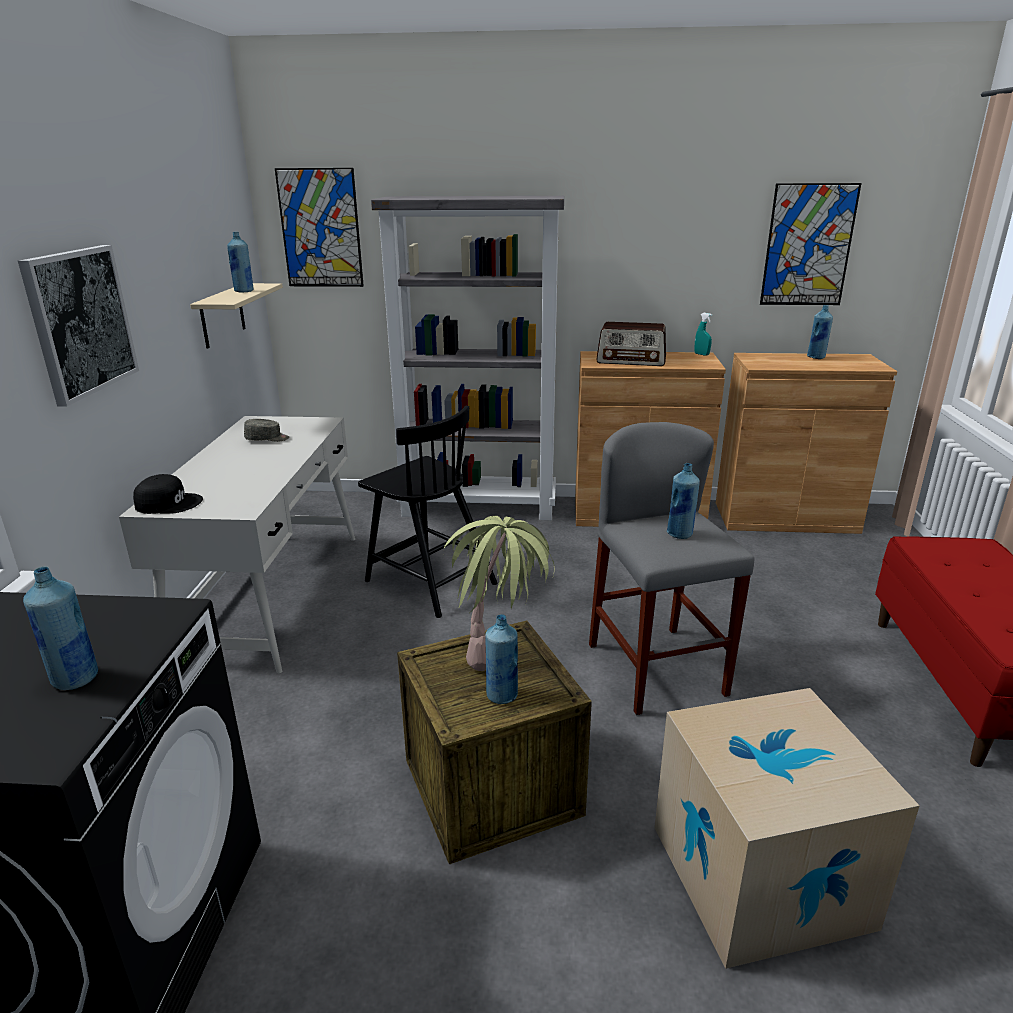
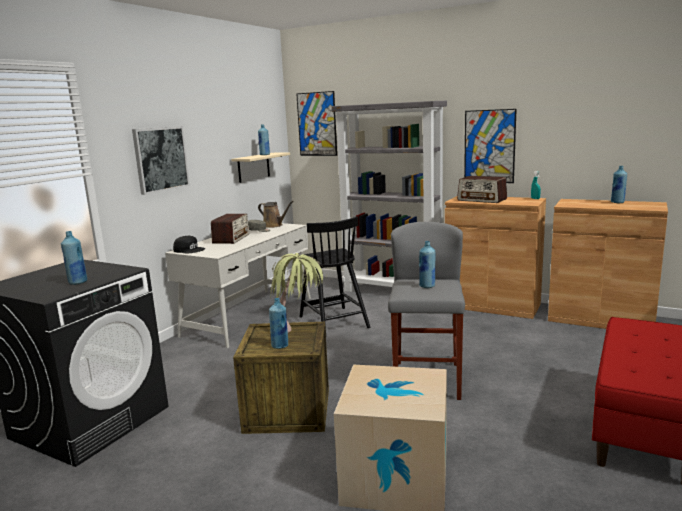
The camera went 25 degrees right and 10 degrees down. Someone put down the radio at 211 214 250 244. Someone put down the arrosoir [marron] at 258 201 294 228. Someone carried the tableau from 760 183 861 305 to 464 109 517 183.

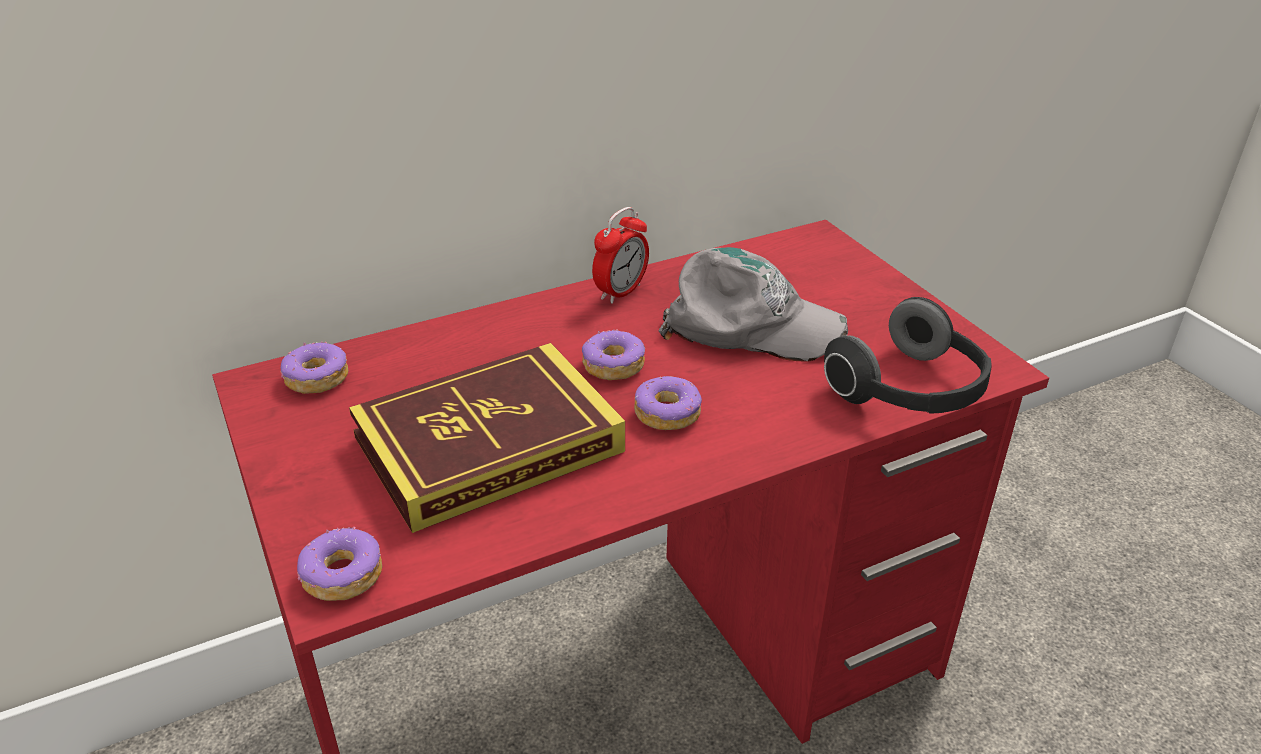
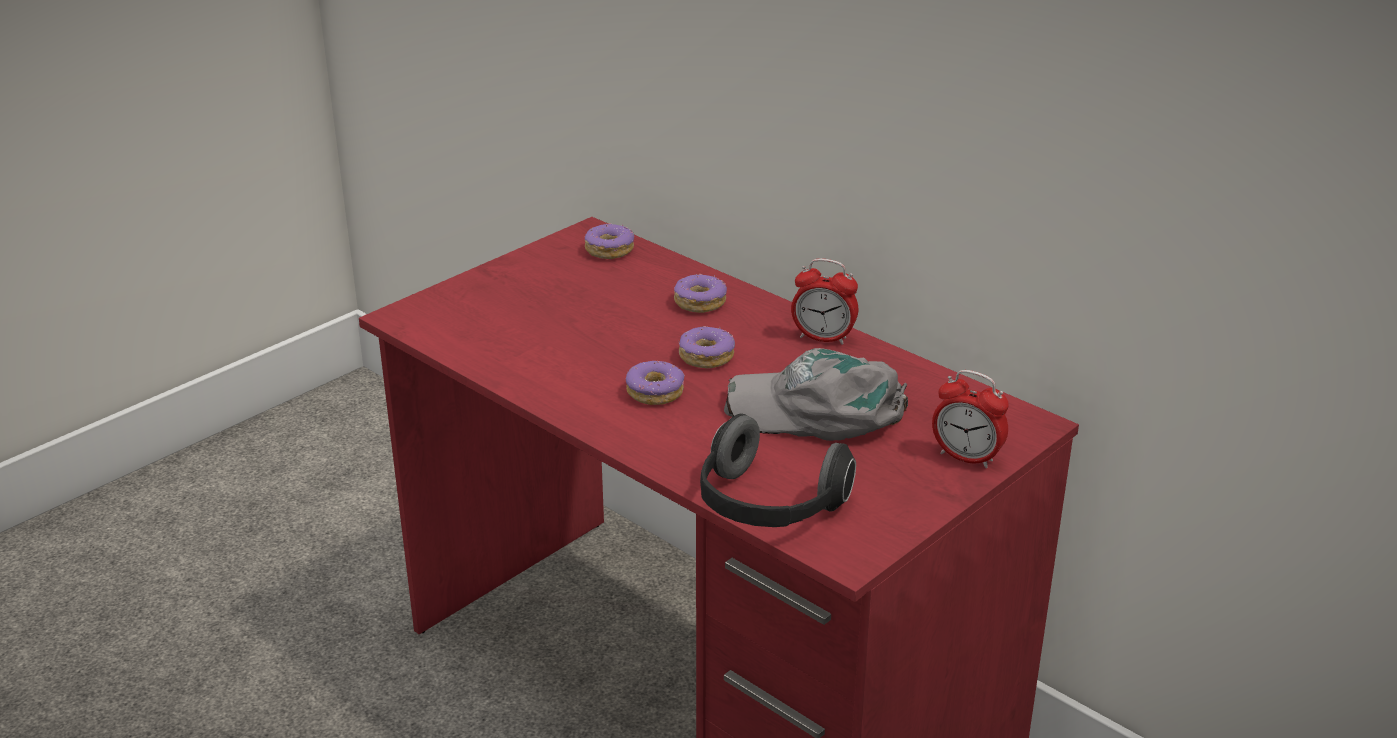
The camera went 70 degrees right and 5 degrees down. Someone carried the beignet from 297 527 382 601 to 674 274 727 313. Someone rotated the casquette [gris] at 659 247 848 362 by 105 degrees clockwise. Someone put down the réveil at 932 370 1009 468. Someone took away the livre at 349 343 625 533.

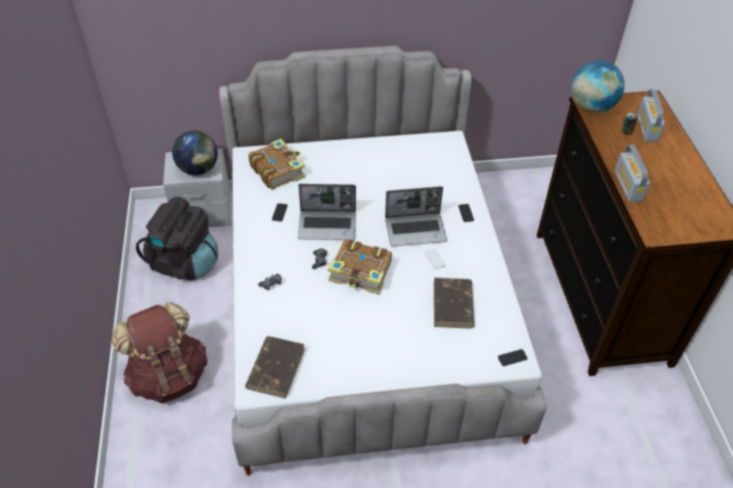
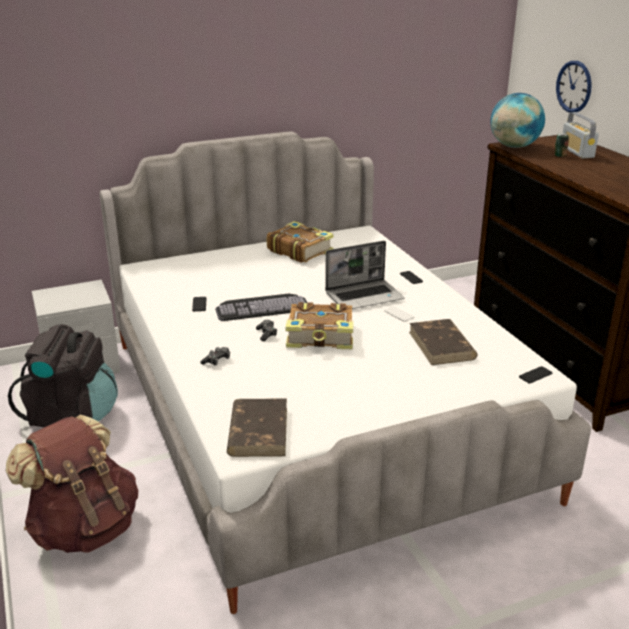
The camera went 15 degrees left and 20 degrees down. Someone swapped the ordinateur portable at 298 184 356 240 for the clavier at 215 294 308 321. Someone carried the livre from 248 139 305 190 to 267 221 334 263. Someone put up the horloge murale at 556 61 592 113. Someone took away the globe at 172 131 218 175. Someone took away the radio at 615 145 650 202.

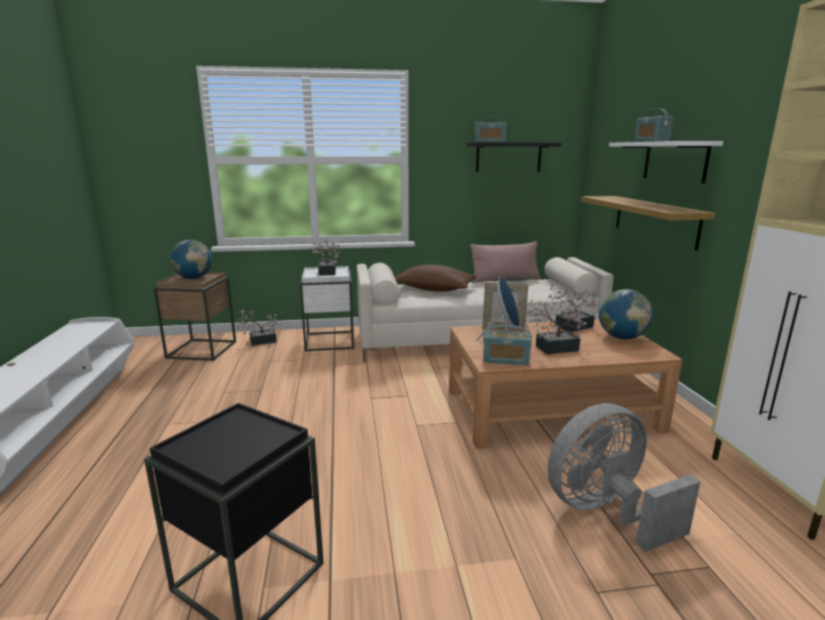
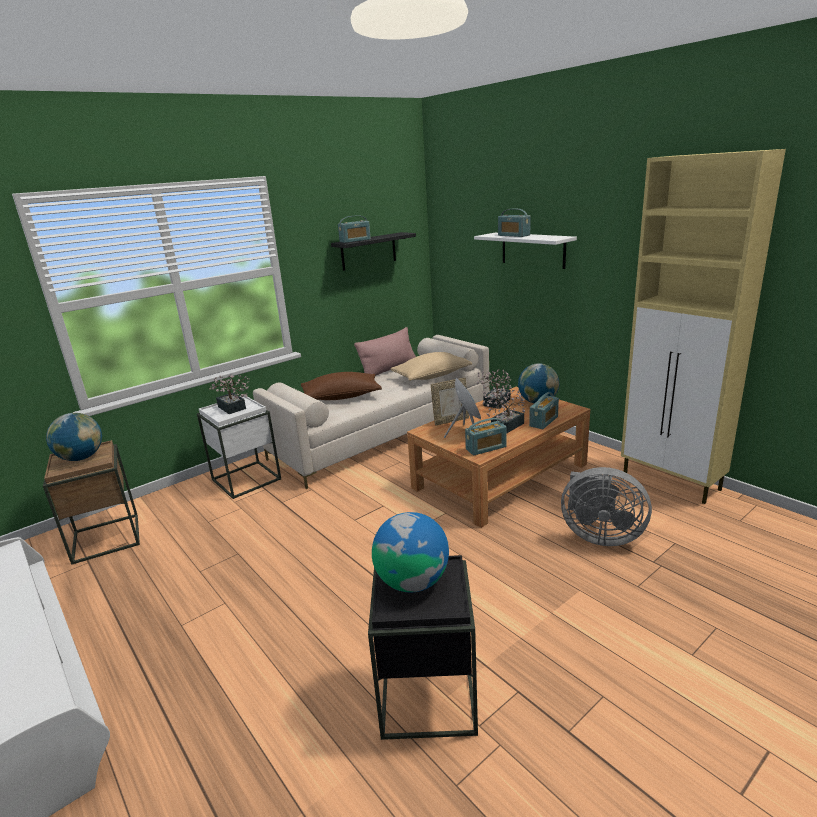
The camera went 30 degrees left and 5 degrees up. Someone put down the globe at 372 512 449 592. Someone put down the coussin [beige] at 391 352 472 381. Someone put down the radio at 529 392 559 429. Someone rotated the ventilateur [gris] at 547 403 701 552 by 105 degrees counterclockwise. Someone took away the plante en pot at 237 309 282 346. Someone took away the étagère at 581 196 715 251.

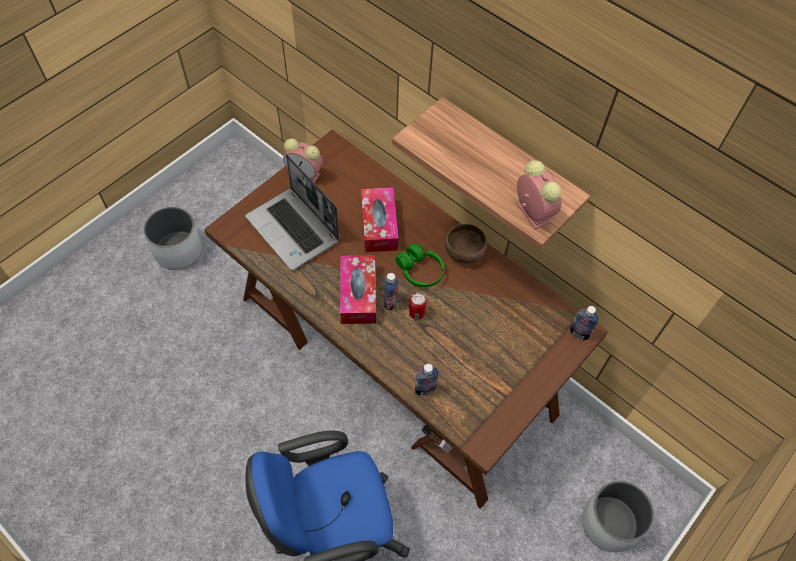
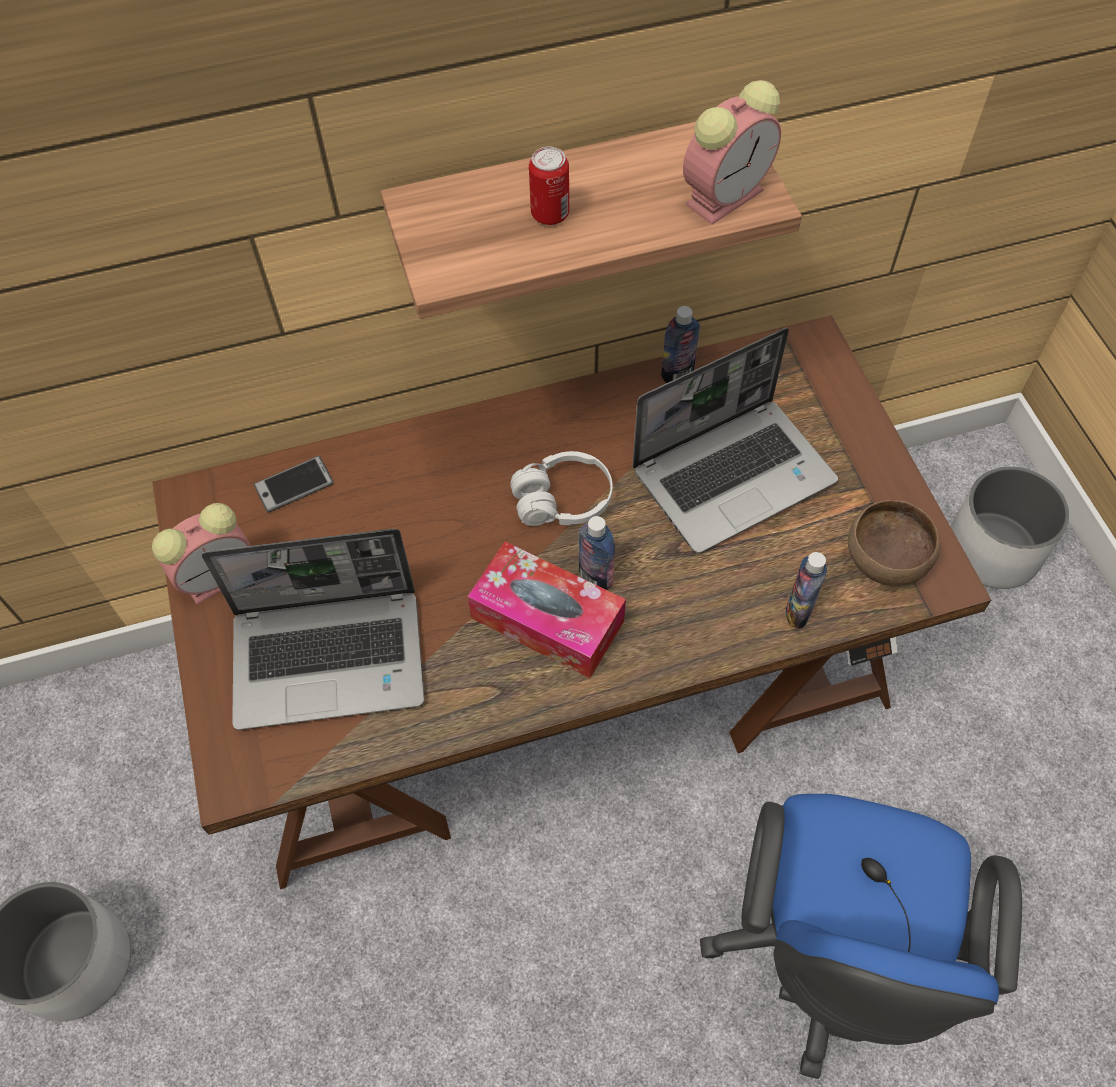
The camera went 55 degrees left and 0 degrees up. Someone put down the téléphone at 253 456 334 513. Someone repainted the casque audio [vert] at 395 243 444 287, which became the casque audio [blanc] at 510 451 612 526. Someone carried the boîte métallique from 409 293 427 320 to 529 147 569 225. Someone put down the ordinateur portable at 632 328 838 553. Someone carried the bouteille from 570 306 598 340 to 661 306 700 383. Someone rotated the réveil at 516 160 562 230 by 135 degrees clockwise. Someone carried the bol [marron] from 445 224 487 263 to 848 500 941 586. Someone took away the boîte à mouchoirs at 361 187 398 252.

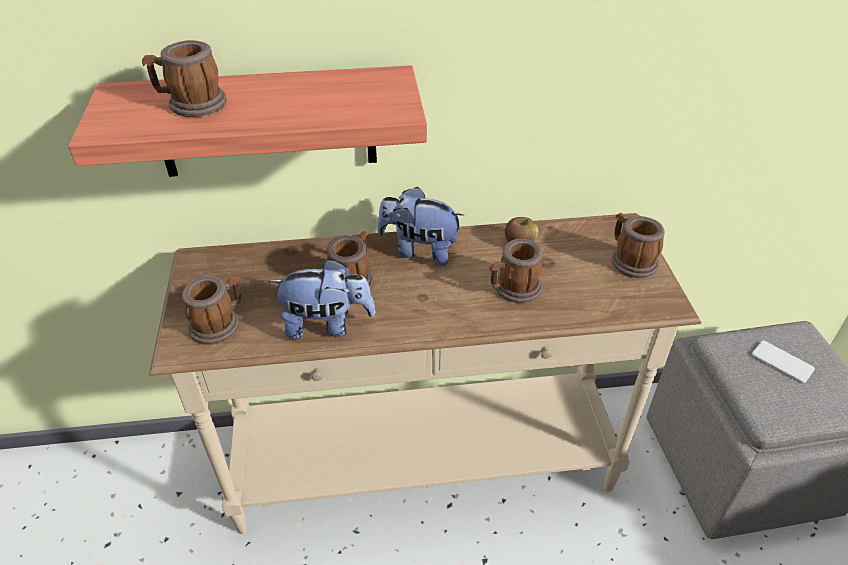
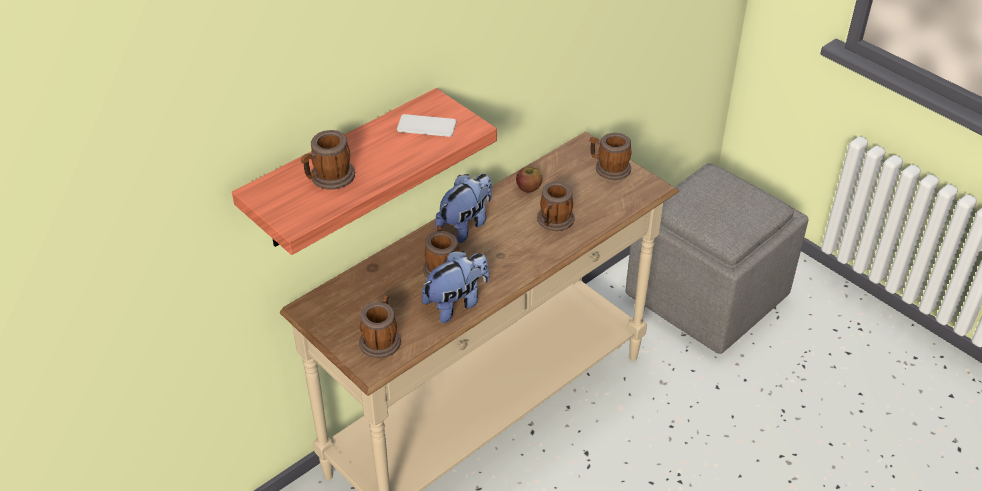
The camera went 35 degrees left and 0 degrees up. Someone carried the téléphone from 752 341 815 383 to 397 114 456 137. Someone rotated the peluche at 377 187 465 266 by 150 degrees clockwise.

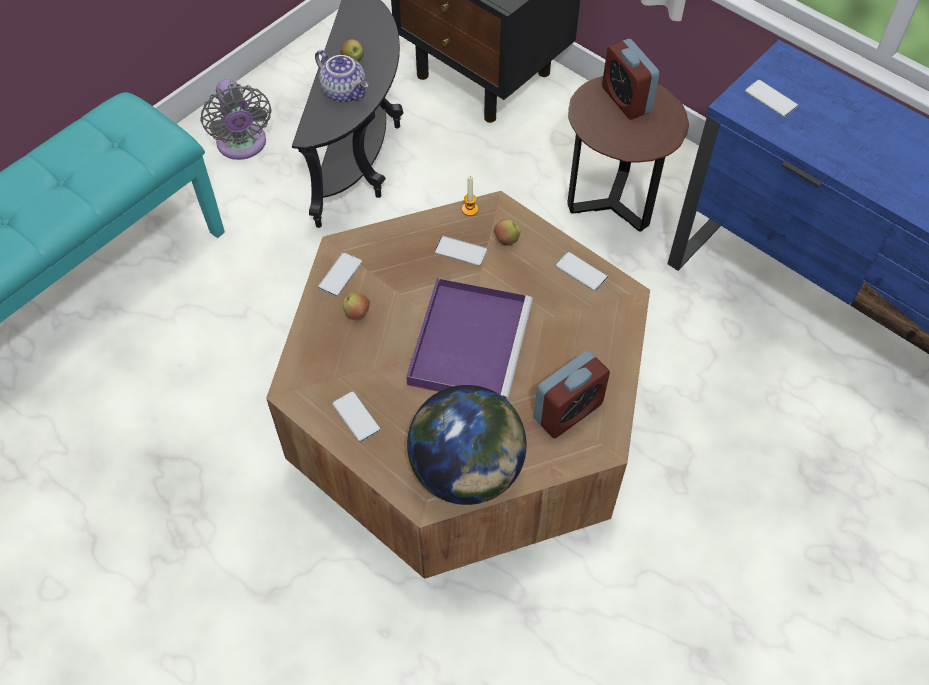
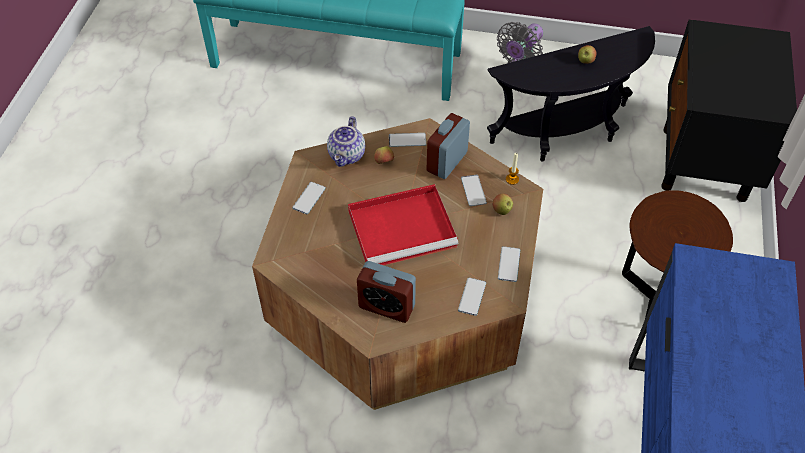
The camera went 60 degrees right and 5 degrees down. Someone carried the théière from 315 50 369 103 to 327 116 365 167. Someone repainted the plateau [violet] at 406 278 533 400, which became the plateau [rouge] at 348 184 458 265. Someone carried the réveil from 602 39 659 120 to 426 113 470 179. Someone carried the téléphone from 745 80 799 117 to 458 278 486 316. Someone took away the globe at 407 385 527 505.

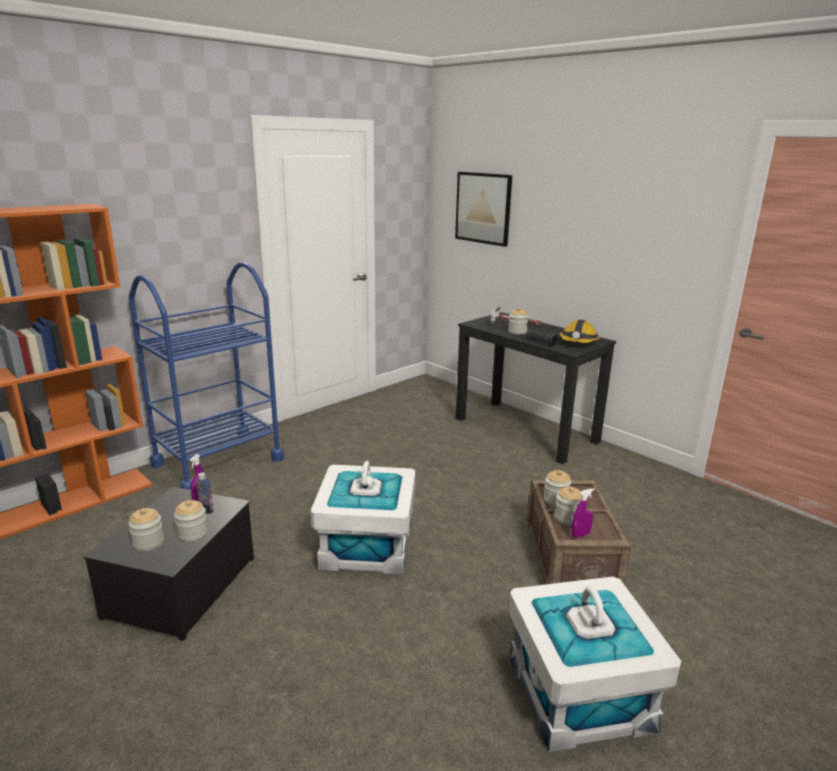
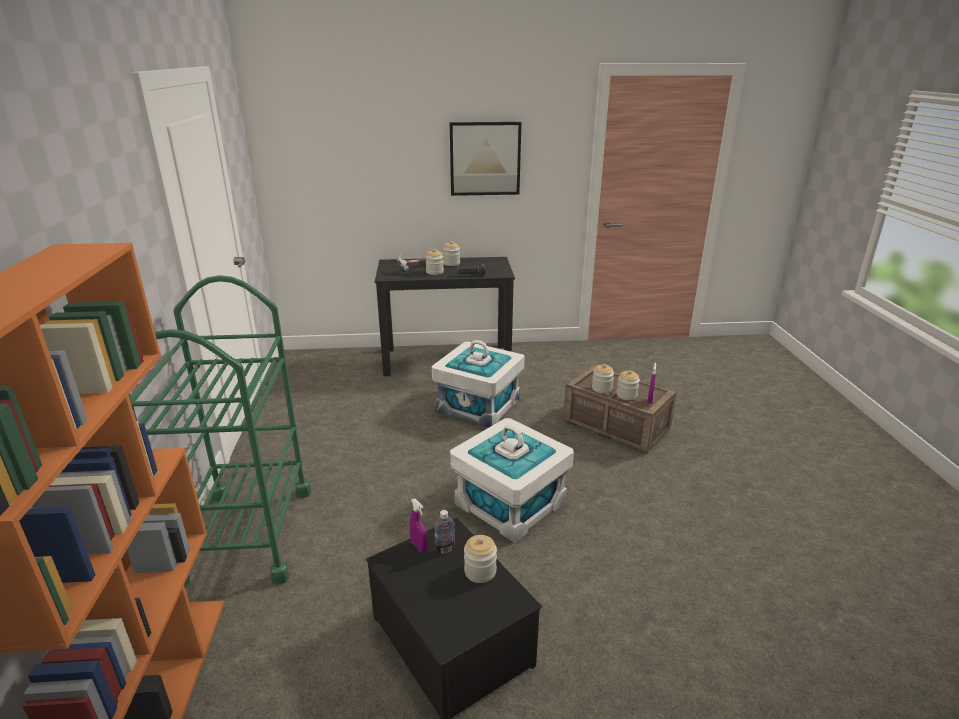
The camera went 50 degrees left and 5 degrees up. Someone repainted the chariot [bleu] at 129 262 284 490, which became the chariot [vert] at 128 275 311 588. Someone carried the boîte de rangement [blanc] from 508 576 681 752 to 431 340 525 427. Someone carried the bocal from 128 508 164 552 to 443 241 460 266. Someone carried the tableau from 455 172 512 247 to 450 122 521 196. Someone took away the casque de chantier at 560 320 600 343.

